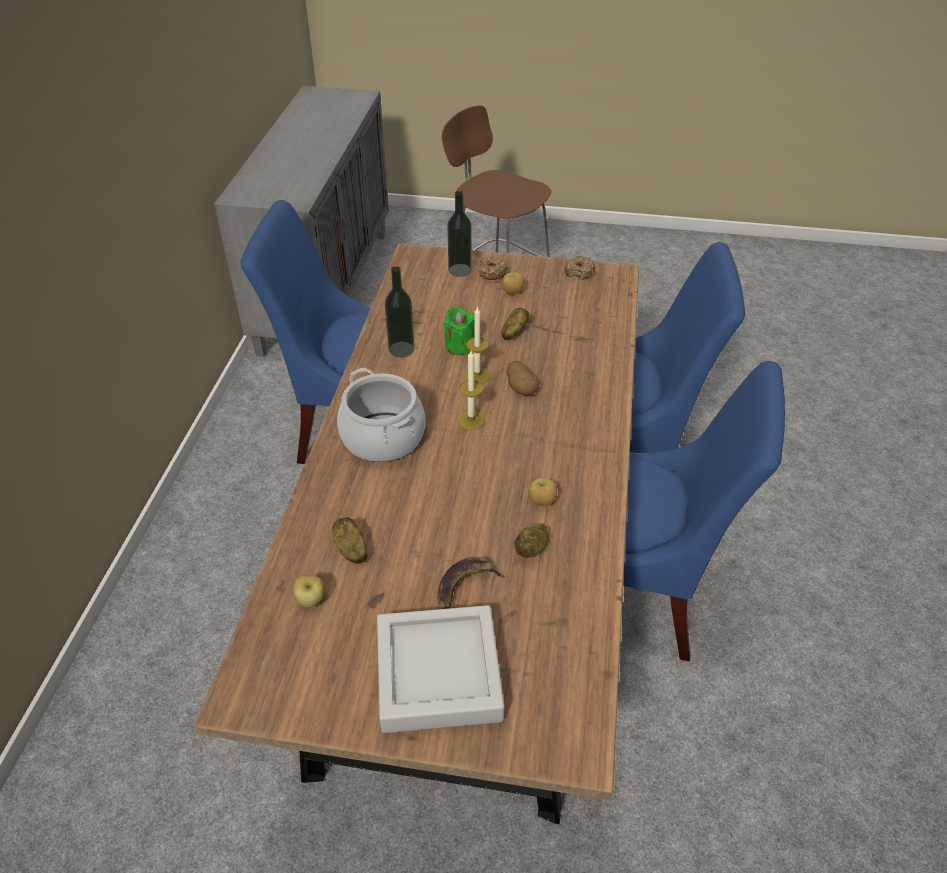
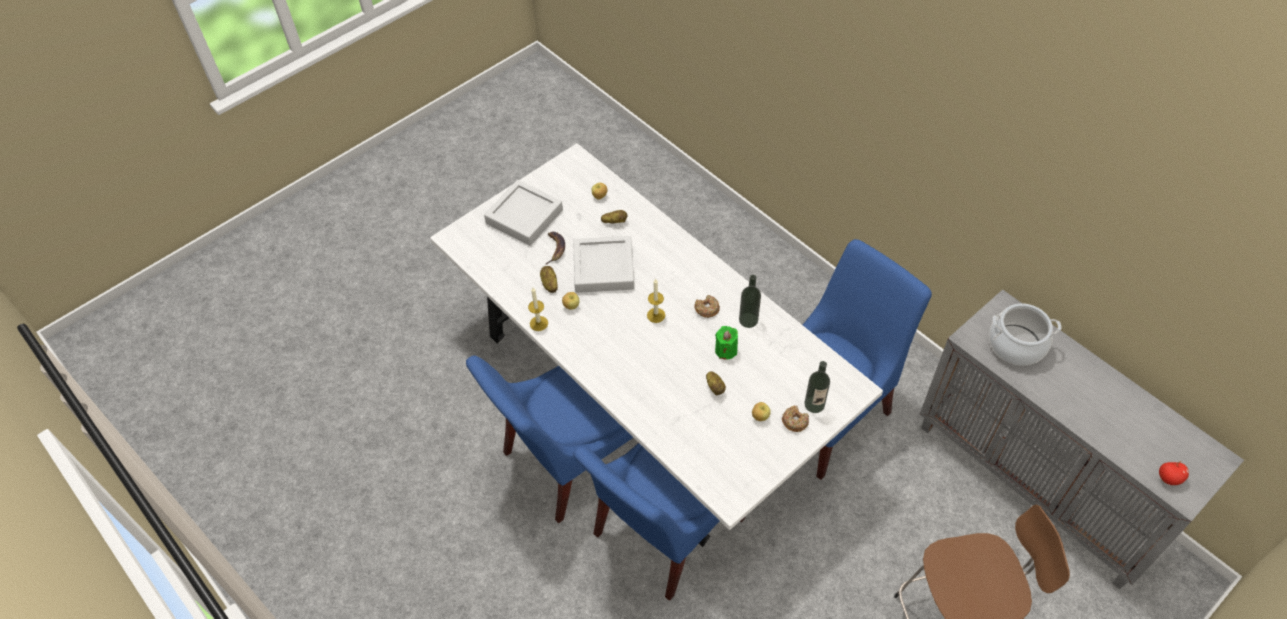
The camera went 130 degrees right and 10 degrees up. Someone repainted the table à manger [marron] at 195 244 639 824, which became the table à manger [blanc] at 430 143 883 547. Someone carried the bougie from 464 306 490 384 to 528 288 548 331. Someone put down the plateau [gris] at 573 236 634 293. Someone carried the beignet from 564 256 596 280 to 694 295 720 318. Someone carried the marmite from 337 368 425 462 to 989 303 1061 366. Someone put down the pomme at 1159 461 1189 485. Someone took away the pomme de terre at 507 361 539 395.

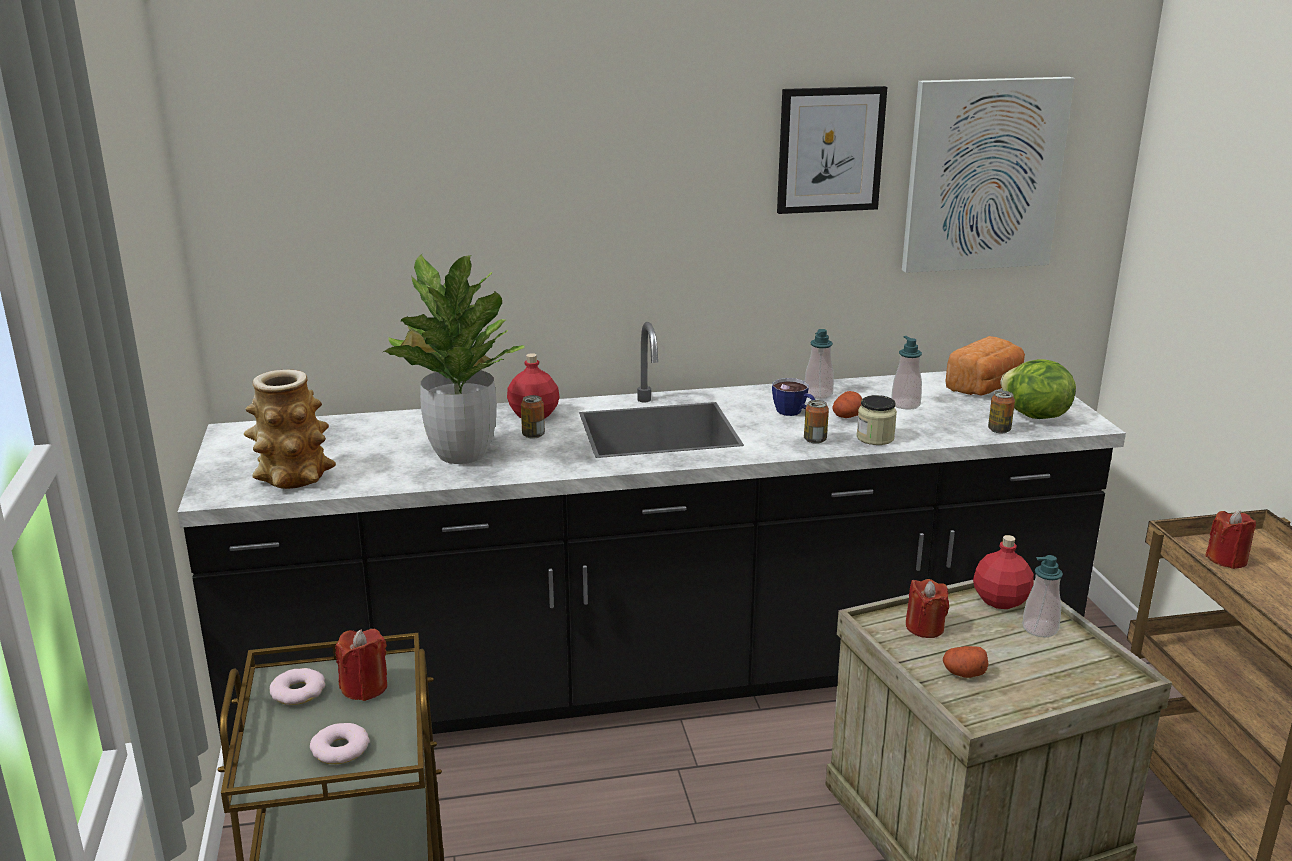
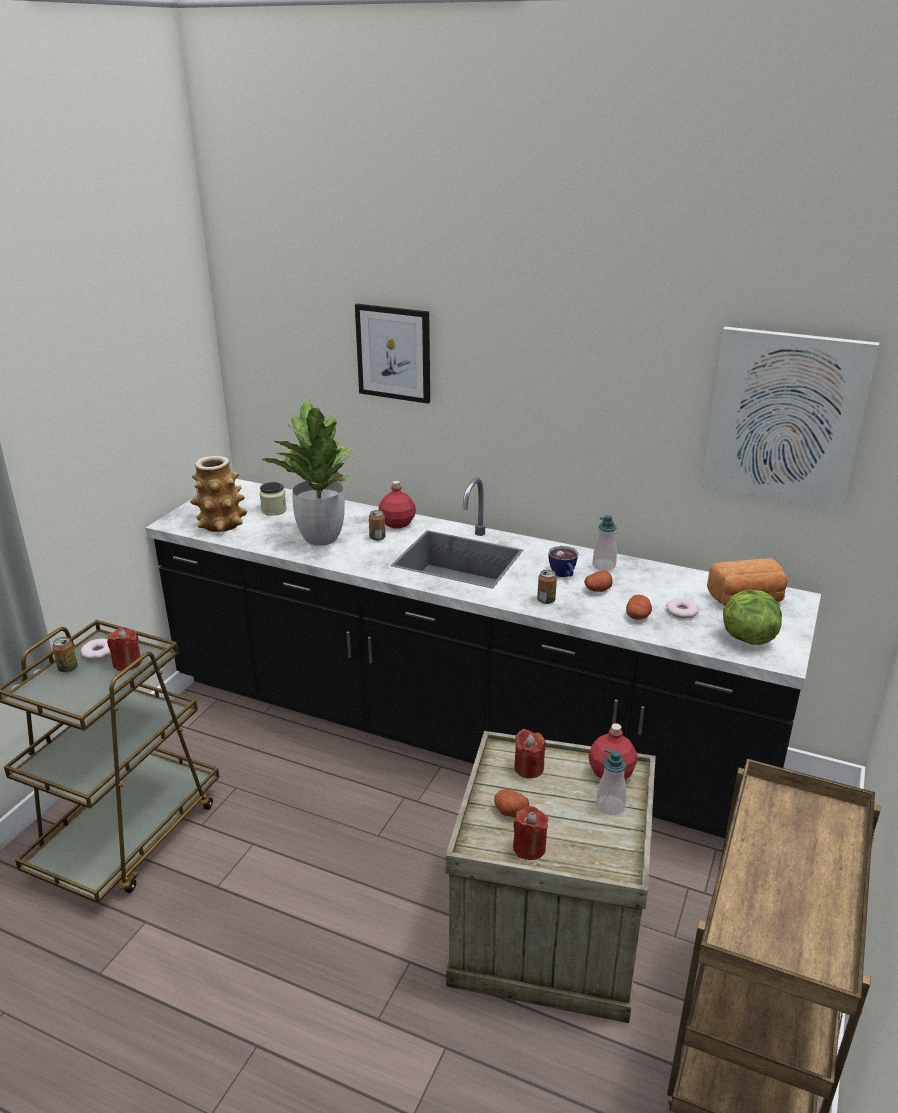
The camera went 35 degrees right and 5 degrees up. Someone carried the boîte métallique from 988 391 1015 433 to 52 637 78 673. Someone carried the bocal from 856 395 897 445 to 260 482 287 516. Someone carried the tableau from 777 86 887 214 to 355 304 430 404. Someone carried the bougie [rouge] from 1205 510 1256 569 to 513 806 549 860. Someone put down the pomme de terre at 626 595 652 620. Someone carried the beignet from 310 723 370 764 to 666 598 699 618. Someone took away the distributeur de savon at 891 336 922 410.

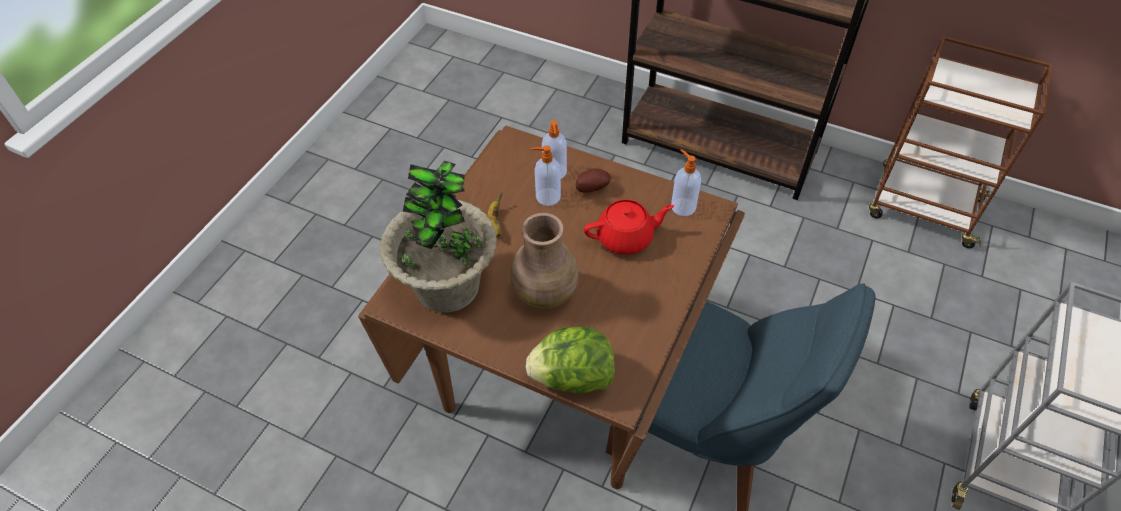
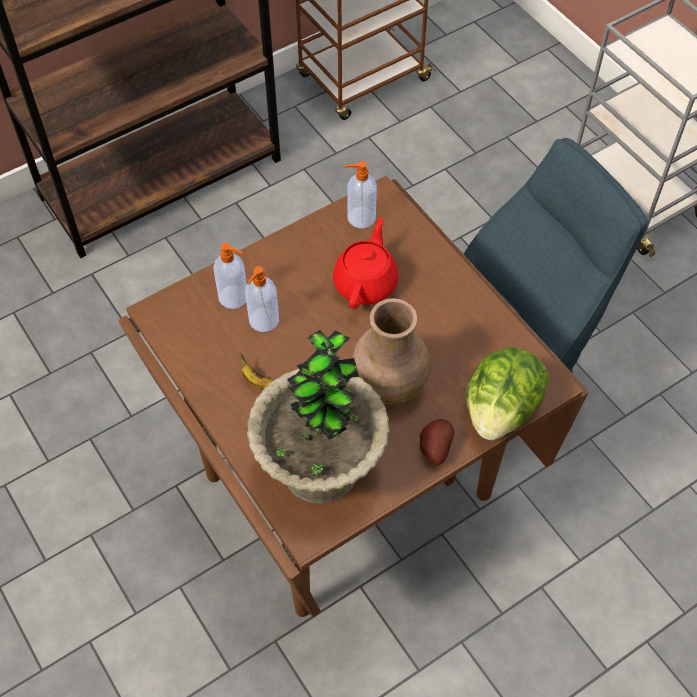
The camera went 60 degrees left and 5 degrees up. Someone carried the pomme de terre from 576 168 611 193 to 420 419 454 465.

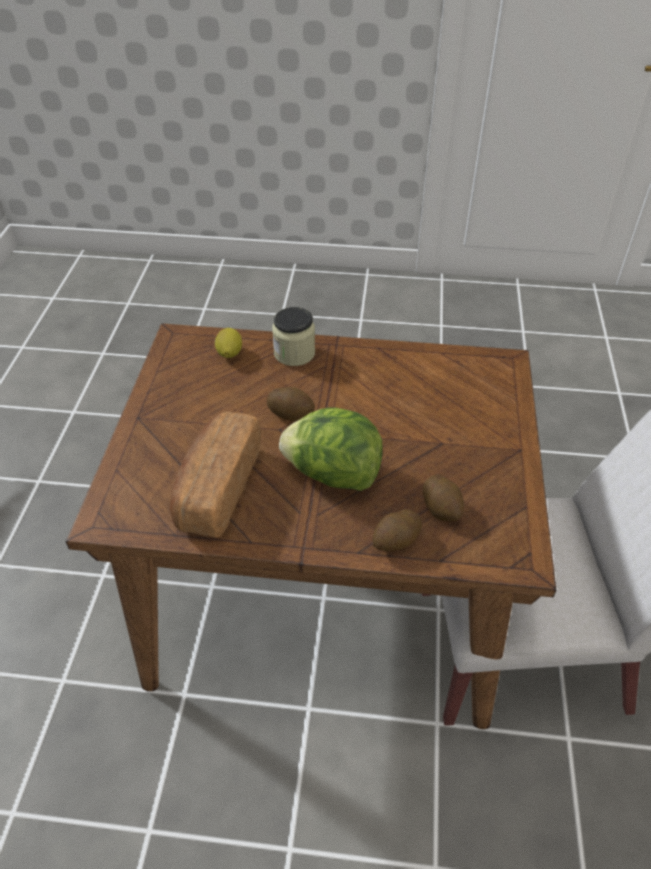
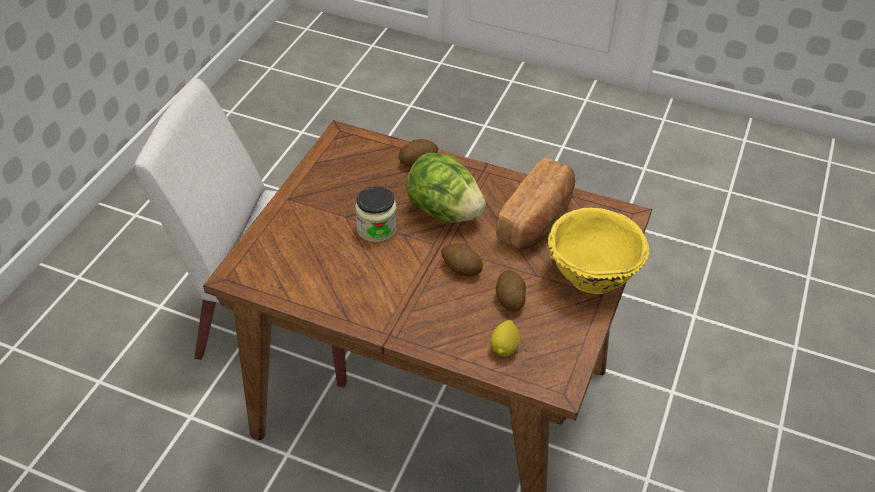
The camera went 165 degrees left and 0 degrees up. Someone carried the bocal from 272 307 315 366 to 355 186 397 242. Someone carried the pomme de terre from 423 475 464 521 to 496 270 526 311. Someone put down the bol [jaune] at 548 208 650 294.

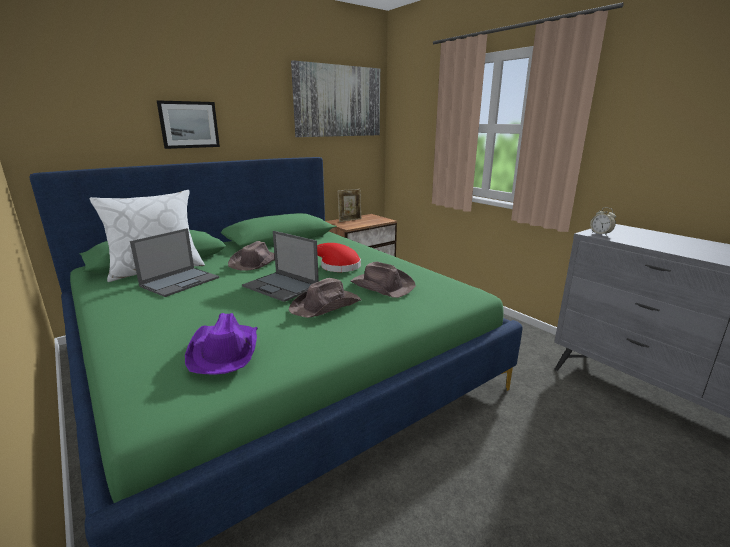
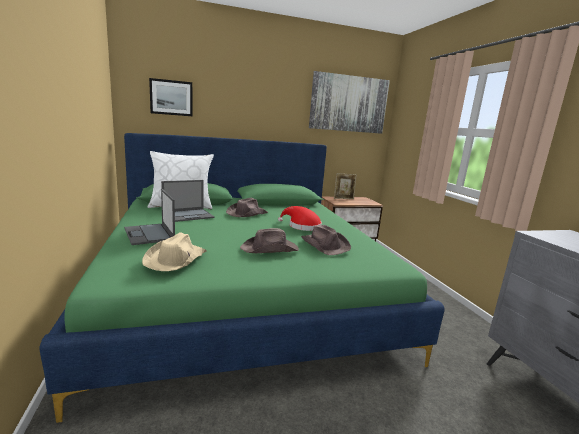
The camera went 20 degrees right and 5 degrees down. Someone carried the ordinateur portable from 242 231 319 302 to 124 189 175 245. Someone repainted the chapeau [violet] at 185 313 258 375, which became the chapeau [beige] at 142 233 207 271. Someone carried the tableau from 157 100 220 149 to 149 78 192 116. Someone took away the réveil at 590 208 616 236.

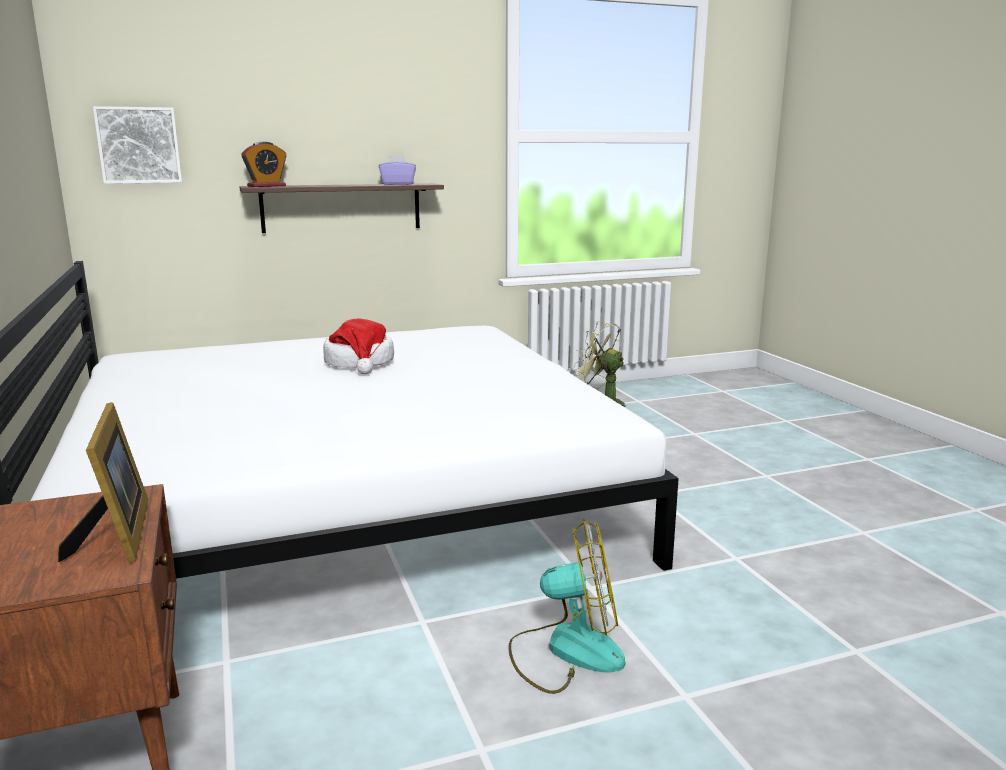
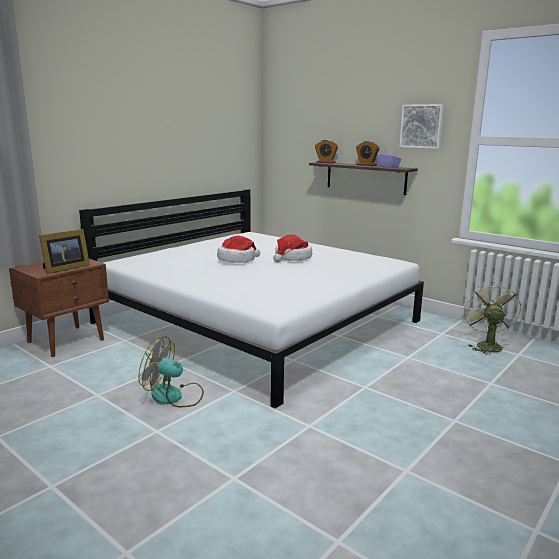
The camera went 60 degrees right and 0 degrees up. Someone rotated the ventilateur at 508 519 625 694 by 135 degrees clockwise. Someone put down the chapeau at 217 235 260 263. Someone put down the réveil at 356 141 379 166. Someone carried the tableau from 93 106 182 184 to 399 104 444 149.

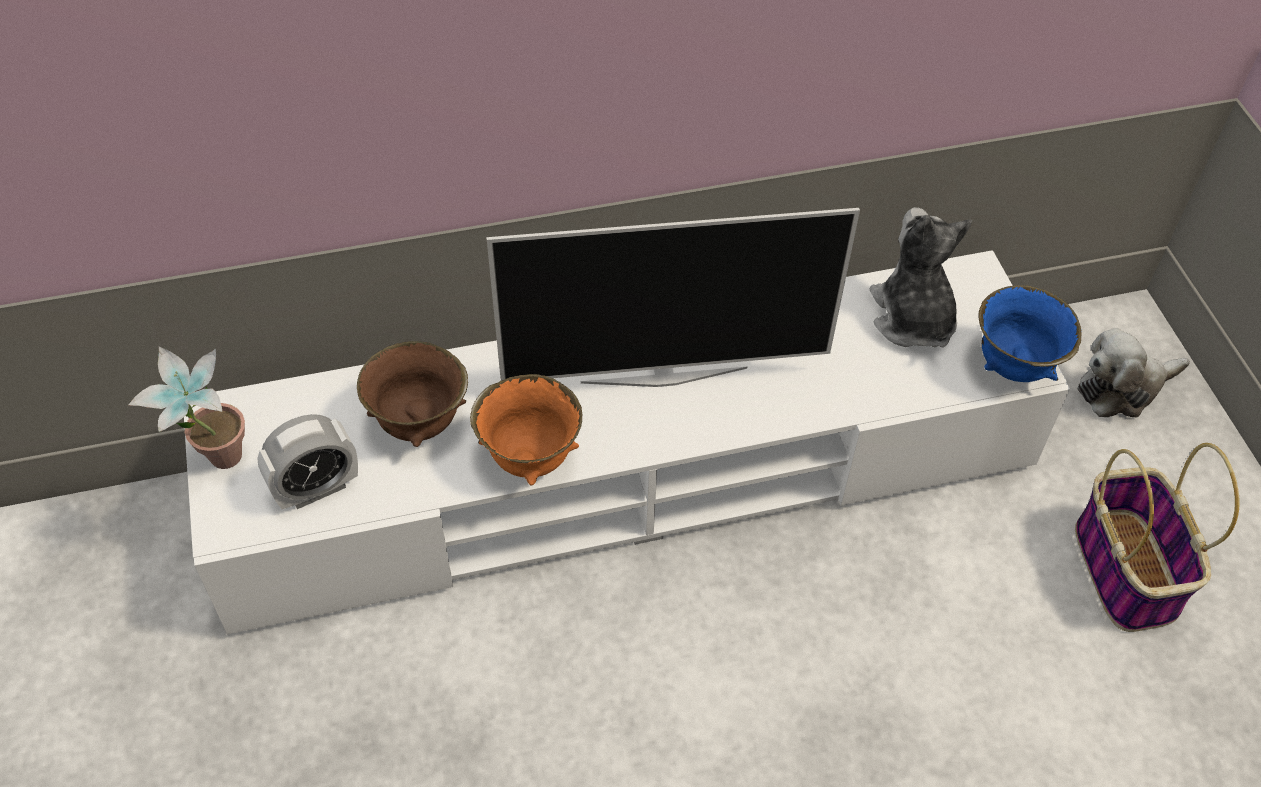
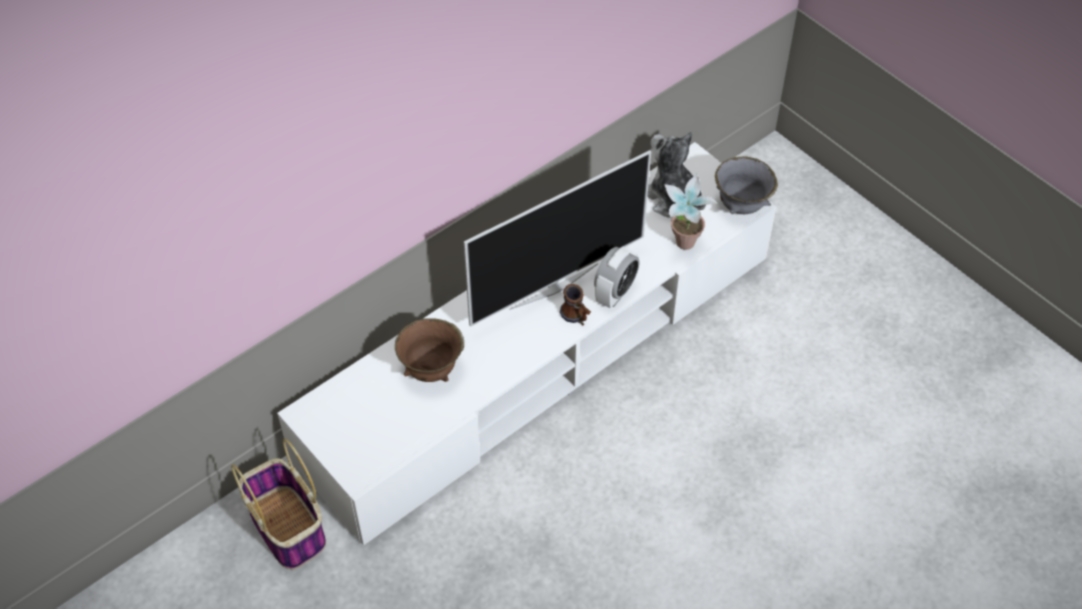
The camera went 25 degrees left and 0 degrees up. Someone carried the panier from 1075 443 1240 632 to 231 439 326 570. Someone put down the mug at 560 284 591 326. Someone carried the réveil from 257 414 358 509 to 594 246 640 308. Someone carried the plante en pot from 128 347 245 469 to 664 173 718 250. Someone repainted the bol [bleu] at 978 285 1082 382, which became the bol [gris] at 715 156 778 214. Someone took away the bol [orange] at 470 374 583 486. Someone took away the peluche at 1077 328 1190 418.

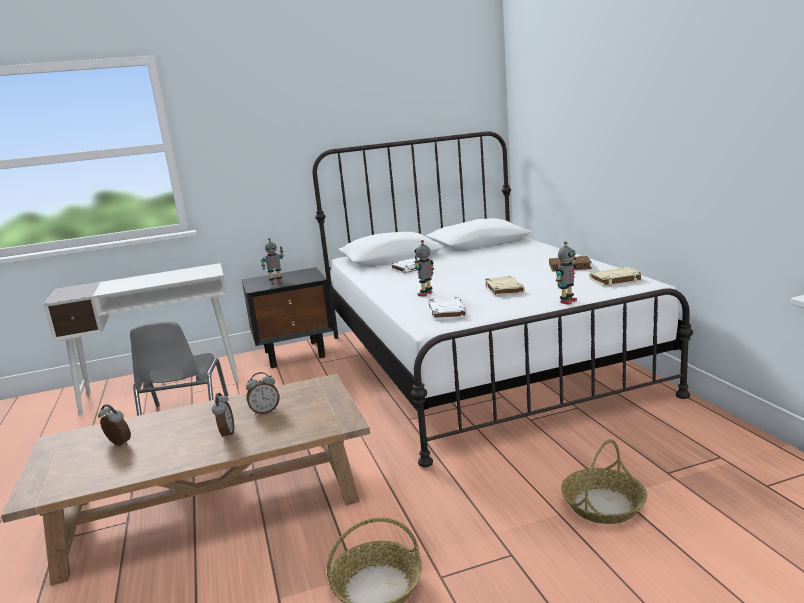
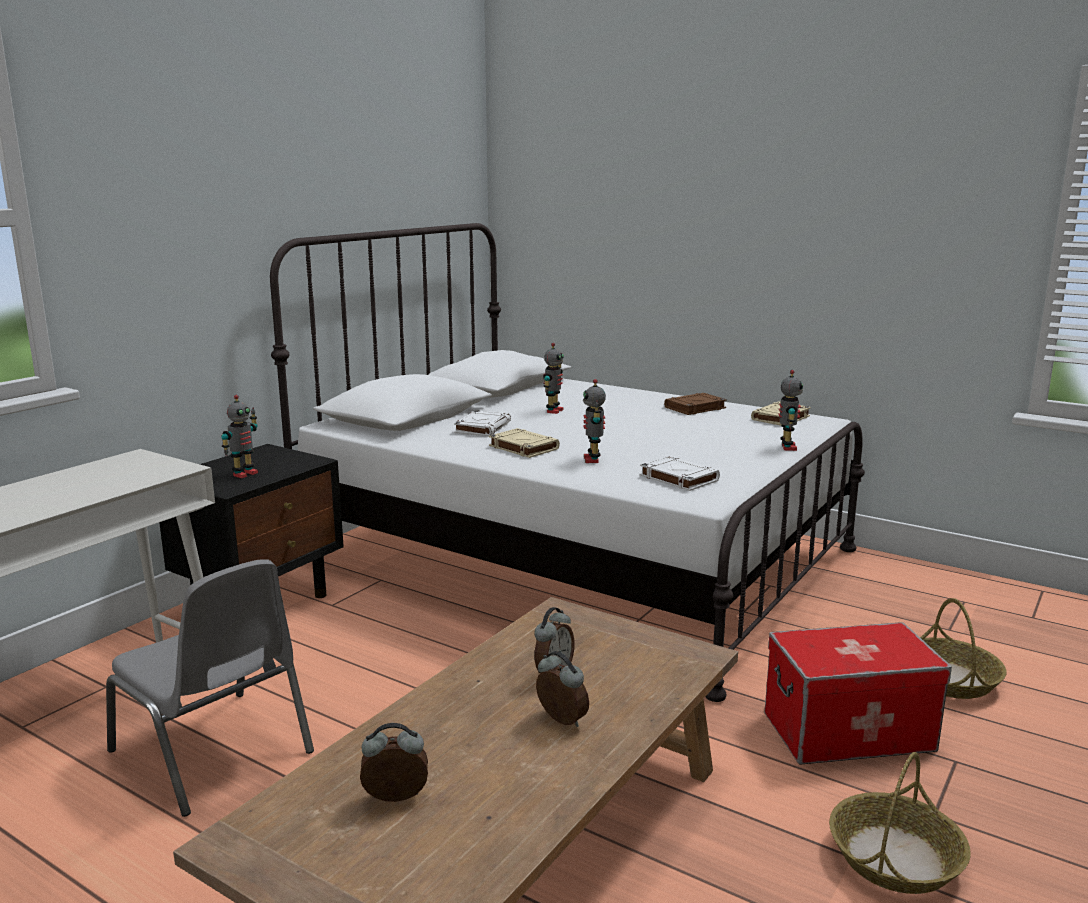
The camera went 40 degrees left and 0 degrees up. Someone carried the livre [beige] from 484 276 525 297 to 489 428 560 458. Someone put down the robot jouet at 543 343 564 414. Someone put down the boîte de rangement at 764 622 952 764.

